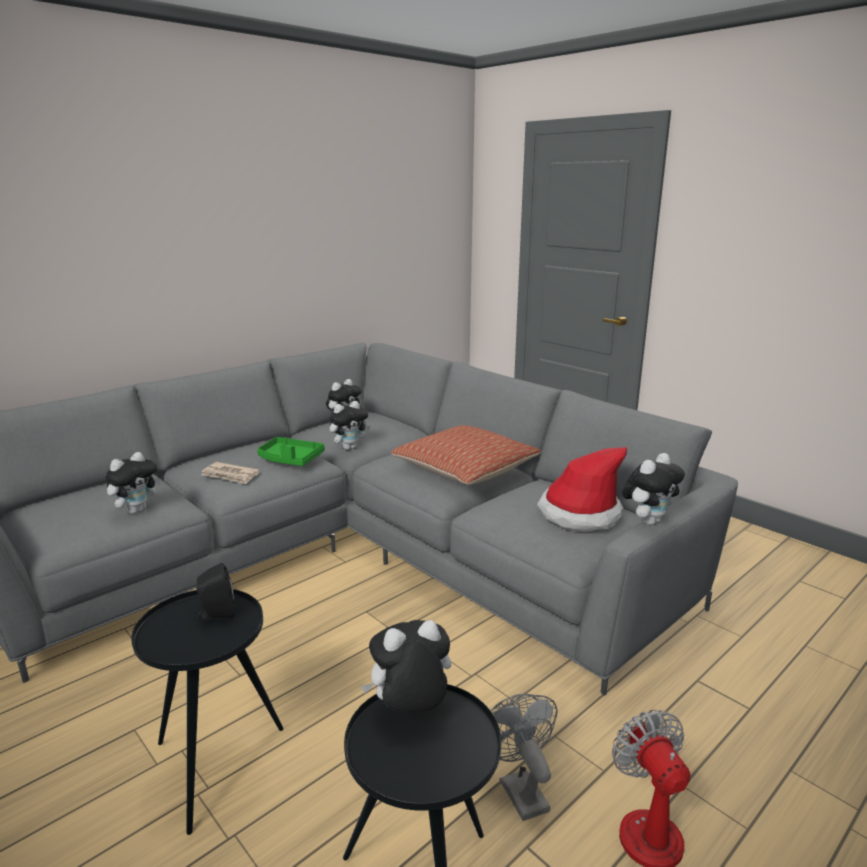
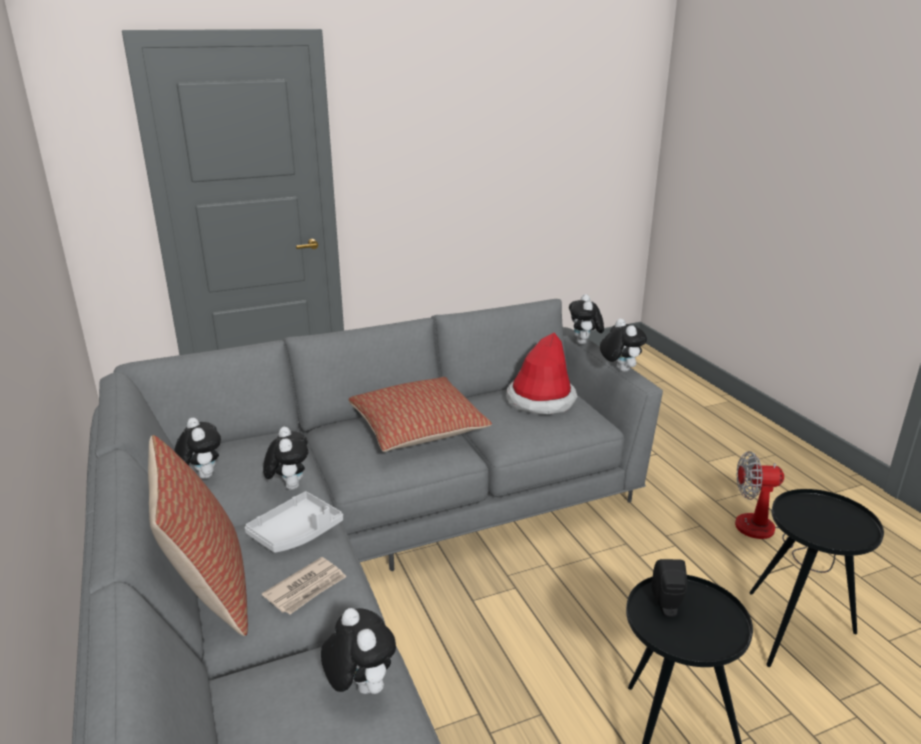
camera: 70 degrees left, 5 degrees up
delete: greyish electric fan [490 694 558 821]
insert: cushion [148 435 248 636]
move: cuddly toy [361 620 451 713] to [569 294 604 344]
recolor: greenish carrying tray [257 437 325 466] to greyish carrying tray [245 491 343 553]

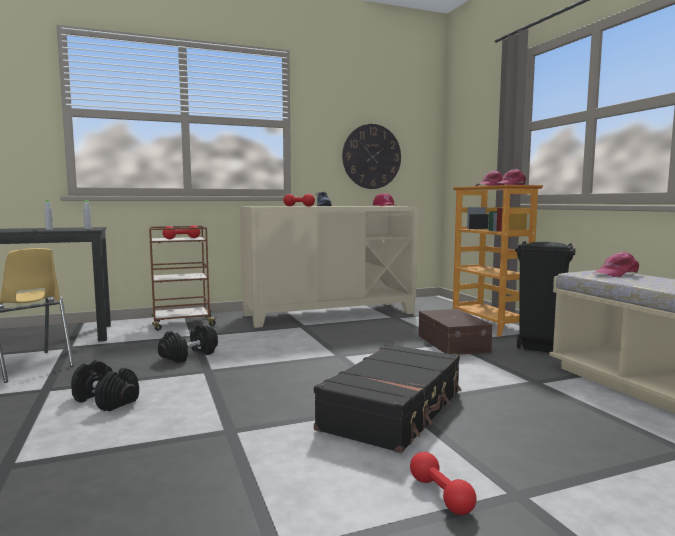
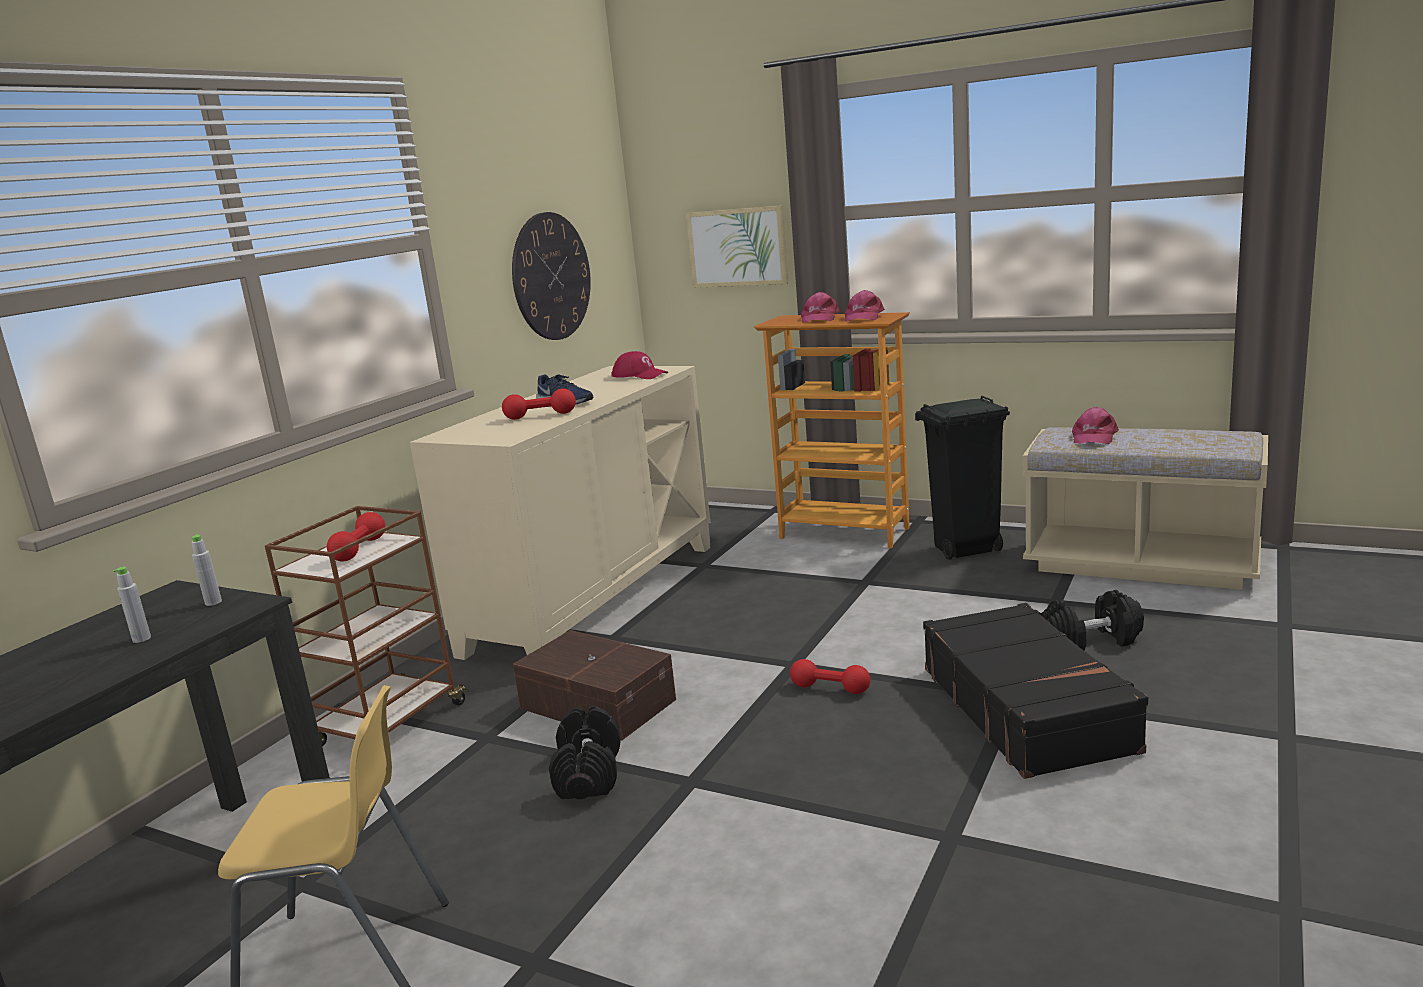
camera: 40 degrees left, 10 degrees up
insert: wall picture [686 205 789 288]
move: brown-coloured storage bin [418 309 493 355] to [513 630 676 741]; black dumbbell [71 360 139 411] to [1041 590 1144 651]; red dumbbell [410 452 476 515] to [790 659 870 694]

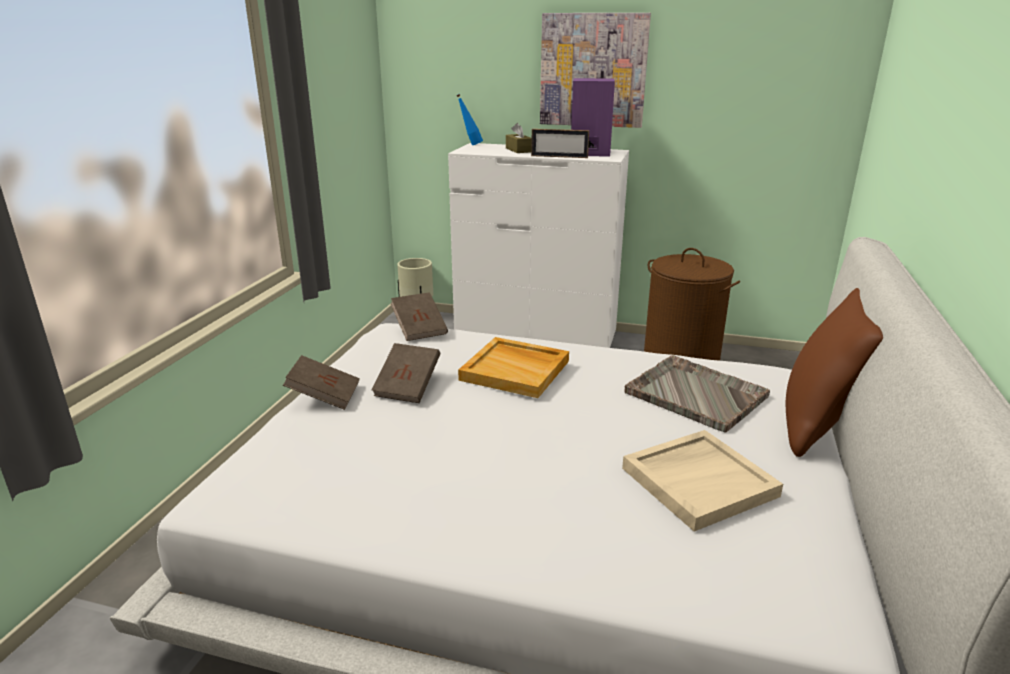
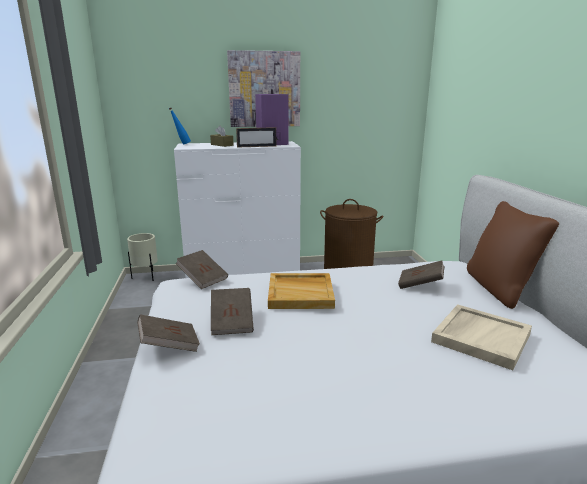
camera: 25 degrees left, 5 degrees down
replace: greyish carrying tray [625 355 770 432] to brown-coloured book [398 260 445 289]

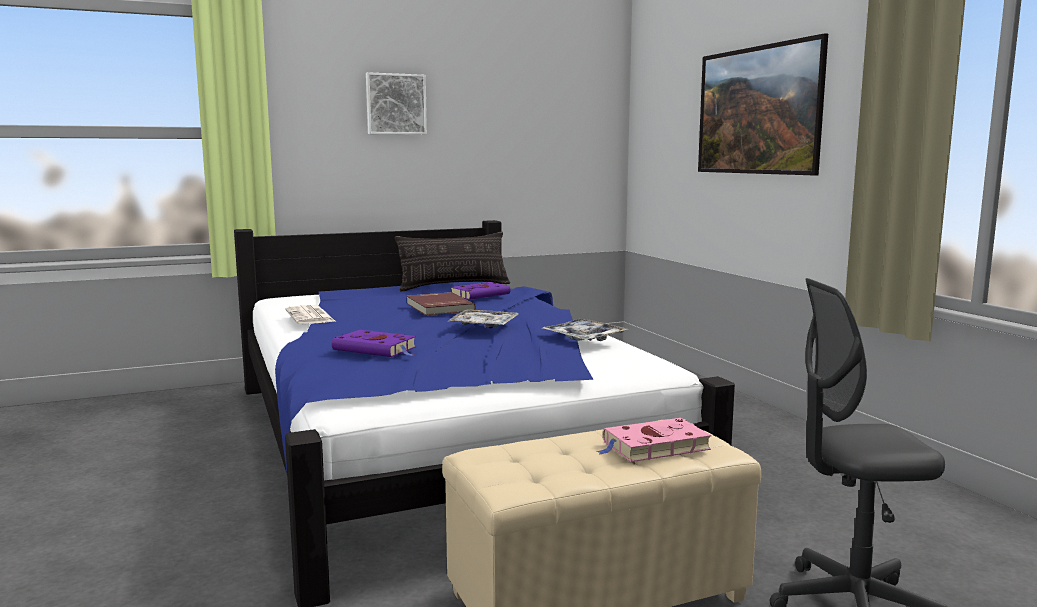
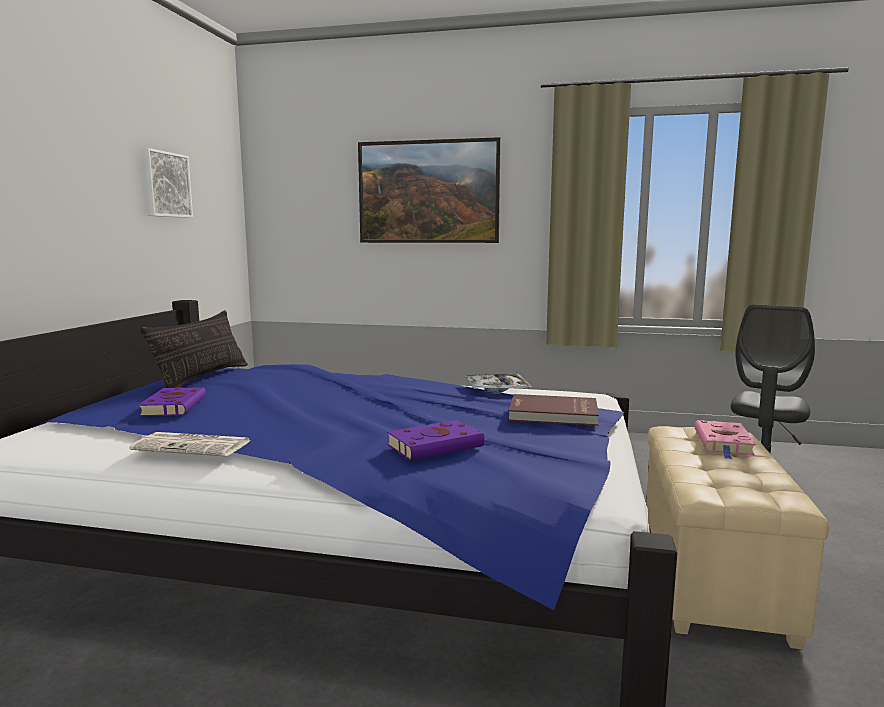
camera: 55 degrees left, 0 degrees up
delete: carrying tray [447 309 519 328]
move: wall picture [366 72 427 135] to [141 148 193 218]; purple book [450 282 510 300] to [138 387 206 416]; red book [407 292 476 315] to [508 394 599 426]

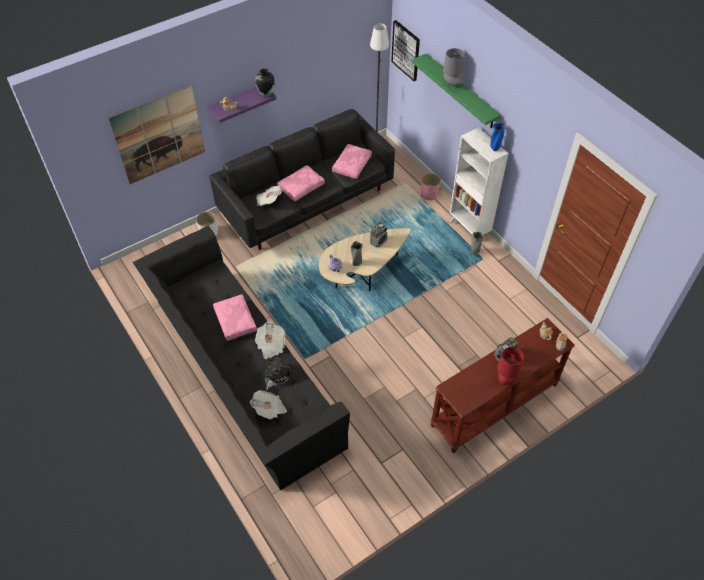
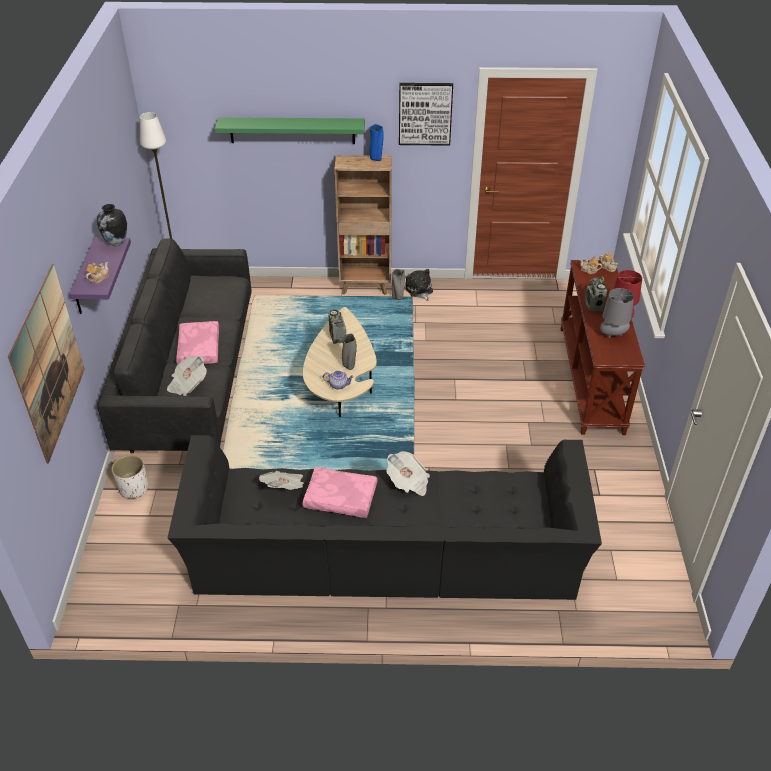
camera: 55 degrees left, 10 degrees down
delete: pink cushion [332 144 372 179]; pink planter [420 173 441 200]
move: wall picture [391 20 420 81] to [399 83 453 146]; greyish table lamp [443 48 464 88] to [600 288 634 338]; cuddly toy [263 357 292 390] to [405 269 433 301]; newspaper [250 390 287 420] to [259 471 304 490]
recolor: whitish bookcase [450 127 509 241] to brown-coloured bookcase [334 155 392 295]

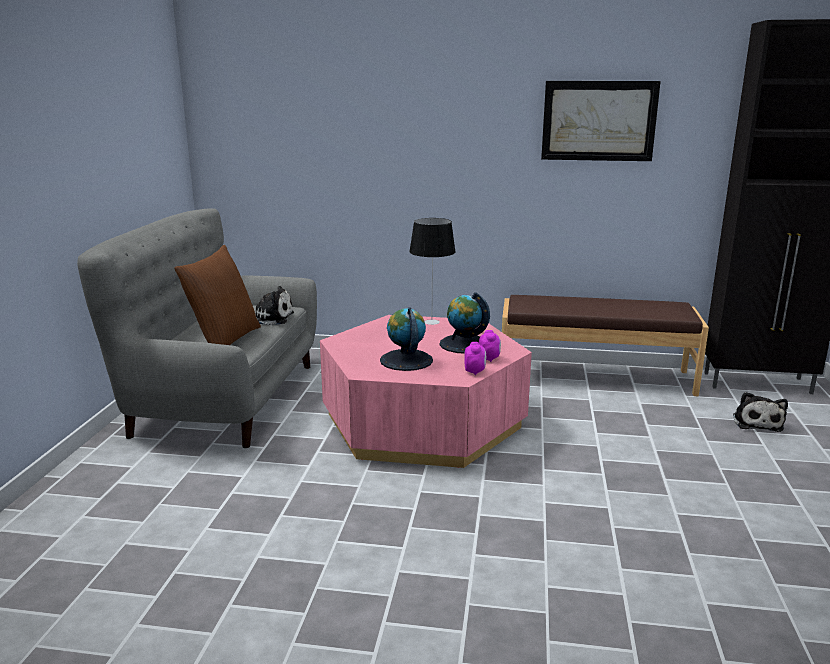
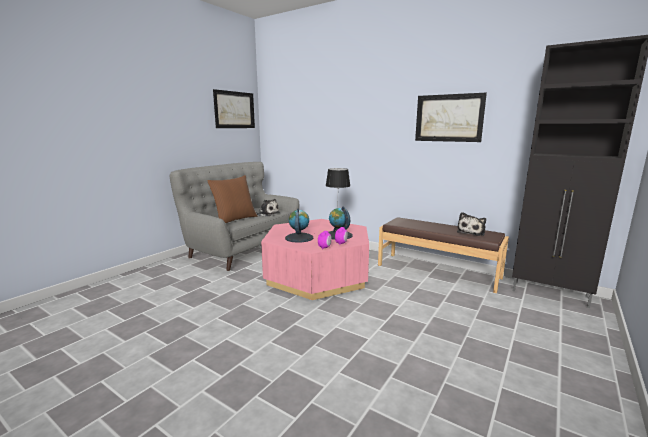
camera: 25 degrees right, 5 degrees down
insert: wall picture [213 89 255 128]
move: cuddly toy [733 392 788 432] to [457 212 486 236]

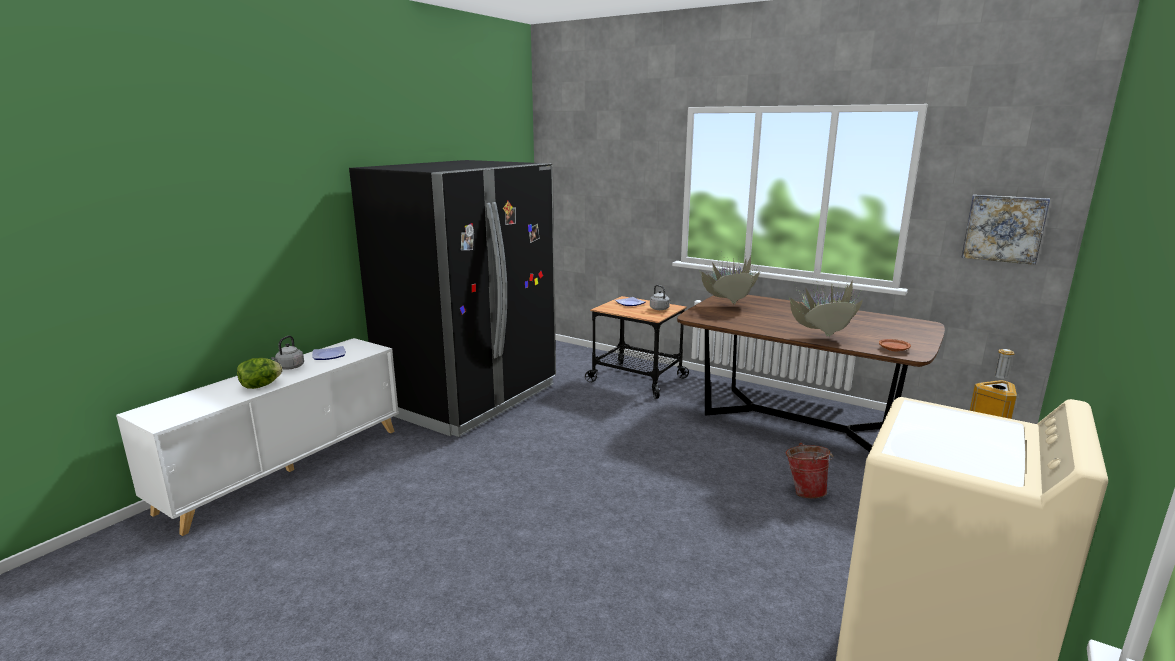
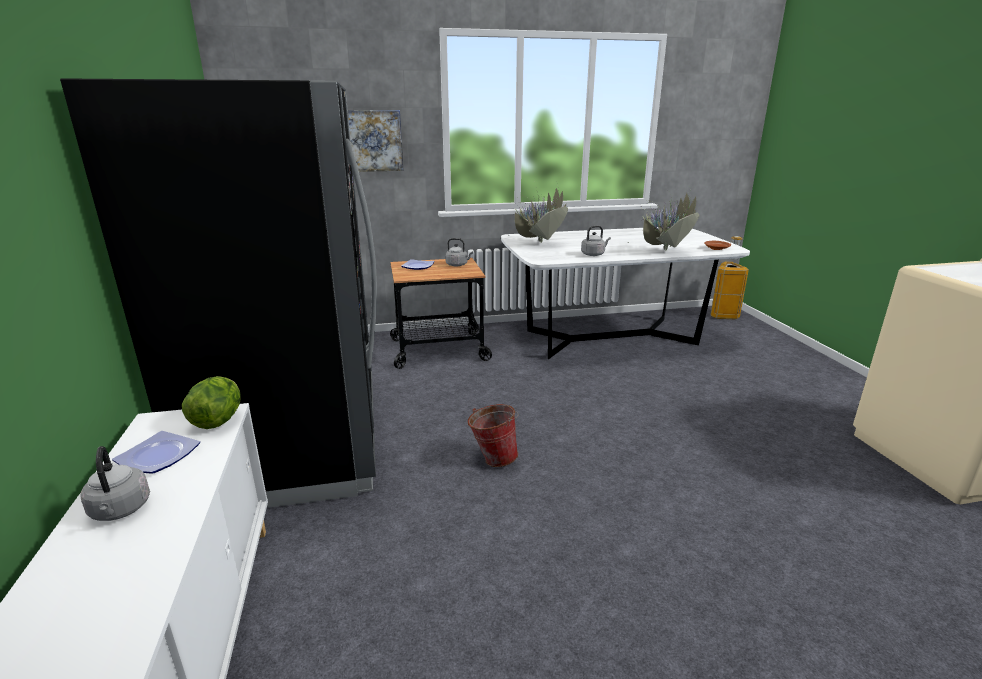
camera: 45 degrees left, 5 degrees up
insert: greyish water kettle [581 225 611 256]
move: wall picture [961 195 1050 265] to [348 110 404 172]; head of lettuce [237 358 283 389] to [182 376 240 429]; bucket [786 443 834 498] to [468 404 519 467]
recolor: brown-coloured dinner table [677 295 945 452] to whitish dinner table [501 227 750 359]

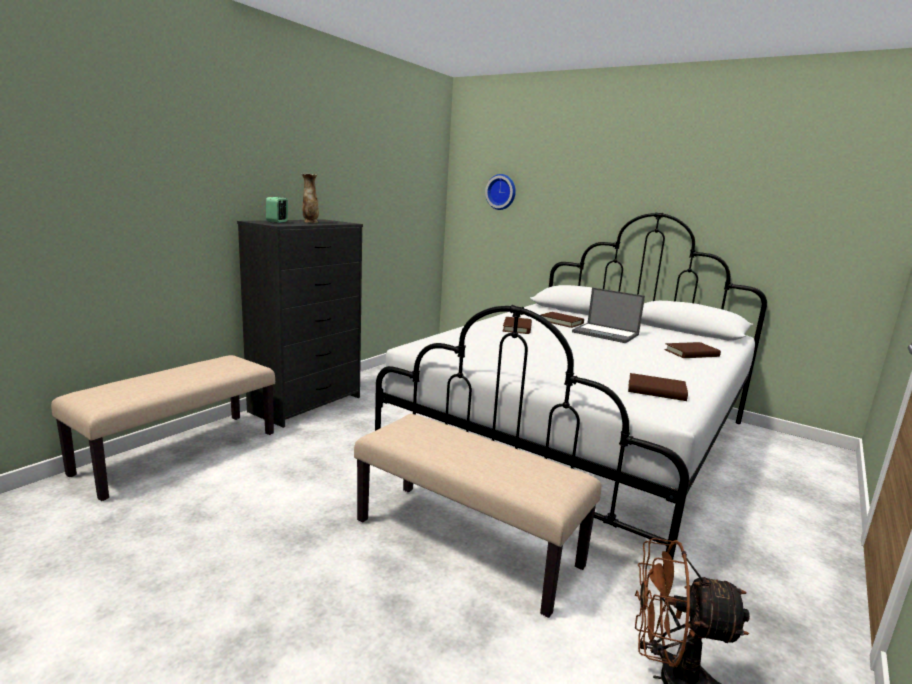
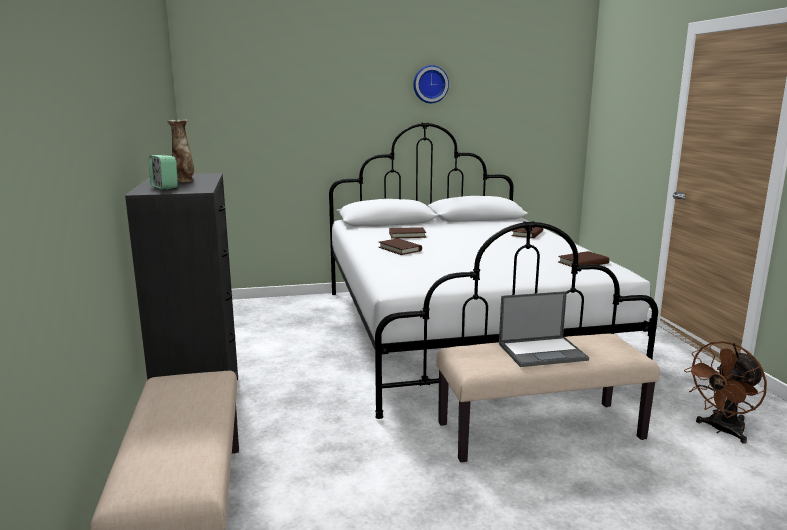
camera: 45 degrees left, 0 degrees up
move: wall clock [485 174 516 210] to [413 65 449 103]; laptop [572 287 645 343] to [499 291 589 367]

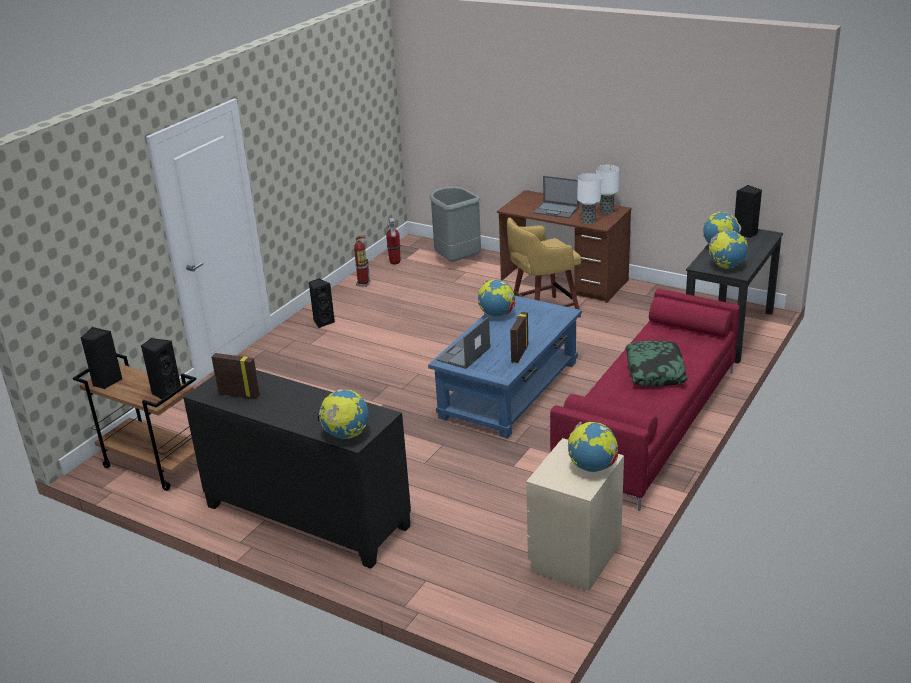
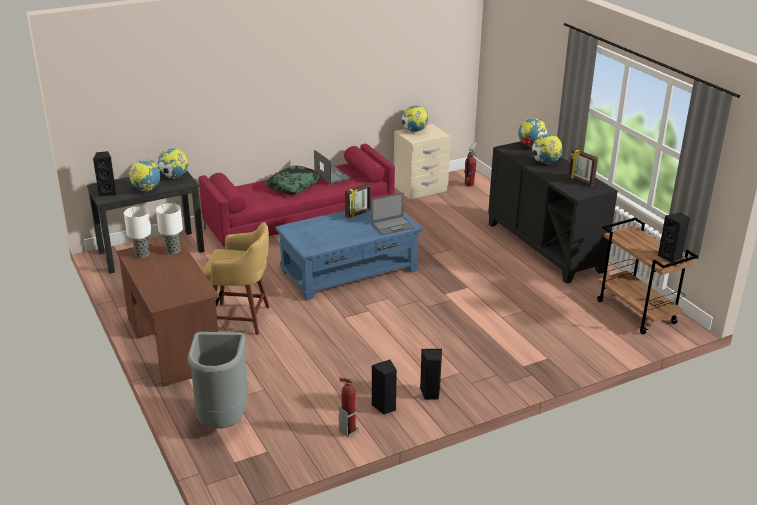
camera: 150 degrees left, 0 degrees up
move: laptop [533 176 579 218] to [314 150 351 184]; extinguisher [386 218 401 264] to [464 142 477 187]; world globe [478 279 515 317] to [532 134 563 164]; black audio speaker [141 338 181 399] to [372 360 397 415]

